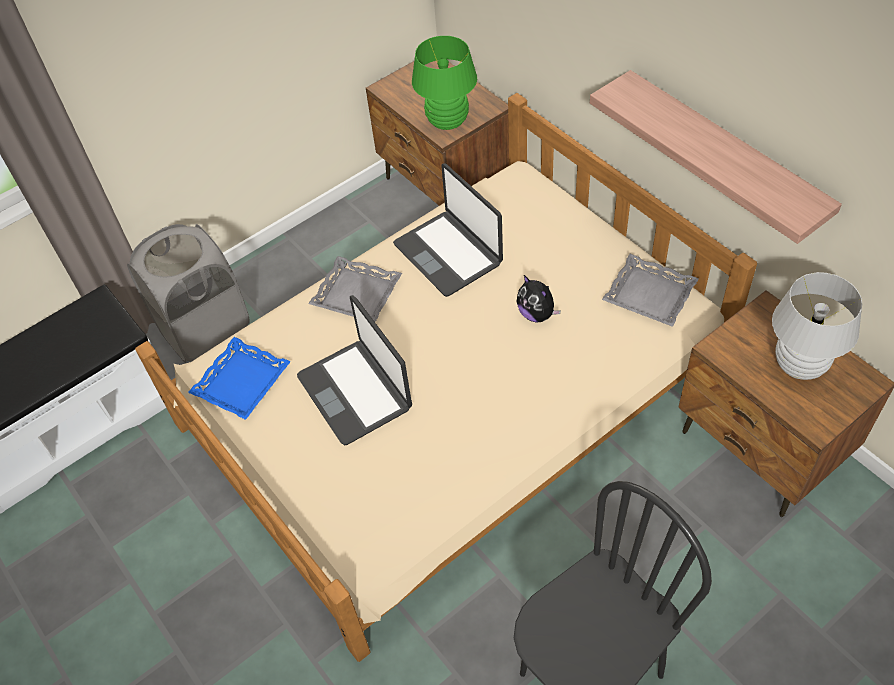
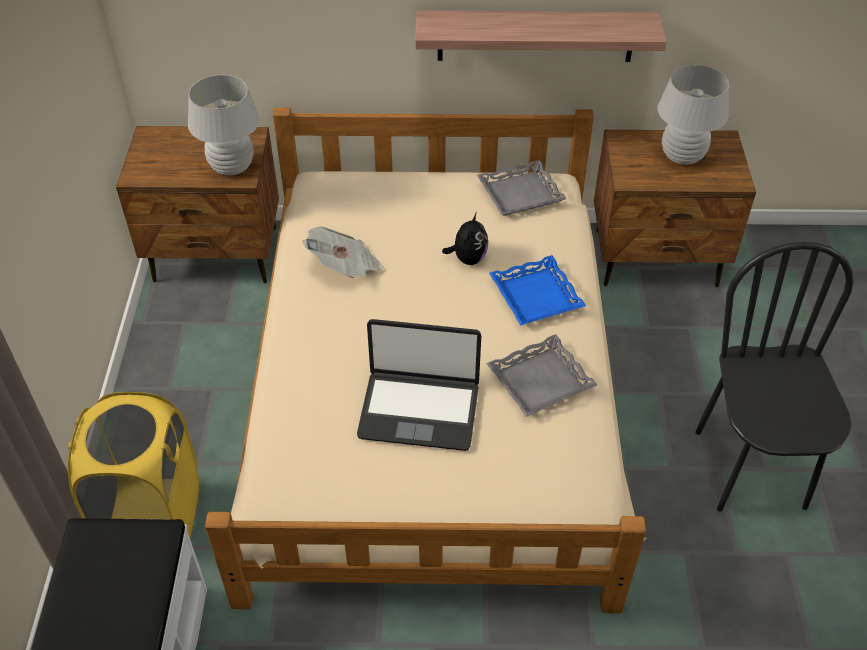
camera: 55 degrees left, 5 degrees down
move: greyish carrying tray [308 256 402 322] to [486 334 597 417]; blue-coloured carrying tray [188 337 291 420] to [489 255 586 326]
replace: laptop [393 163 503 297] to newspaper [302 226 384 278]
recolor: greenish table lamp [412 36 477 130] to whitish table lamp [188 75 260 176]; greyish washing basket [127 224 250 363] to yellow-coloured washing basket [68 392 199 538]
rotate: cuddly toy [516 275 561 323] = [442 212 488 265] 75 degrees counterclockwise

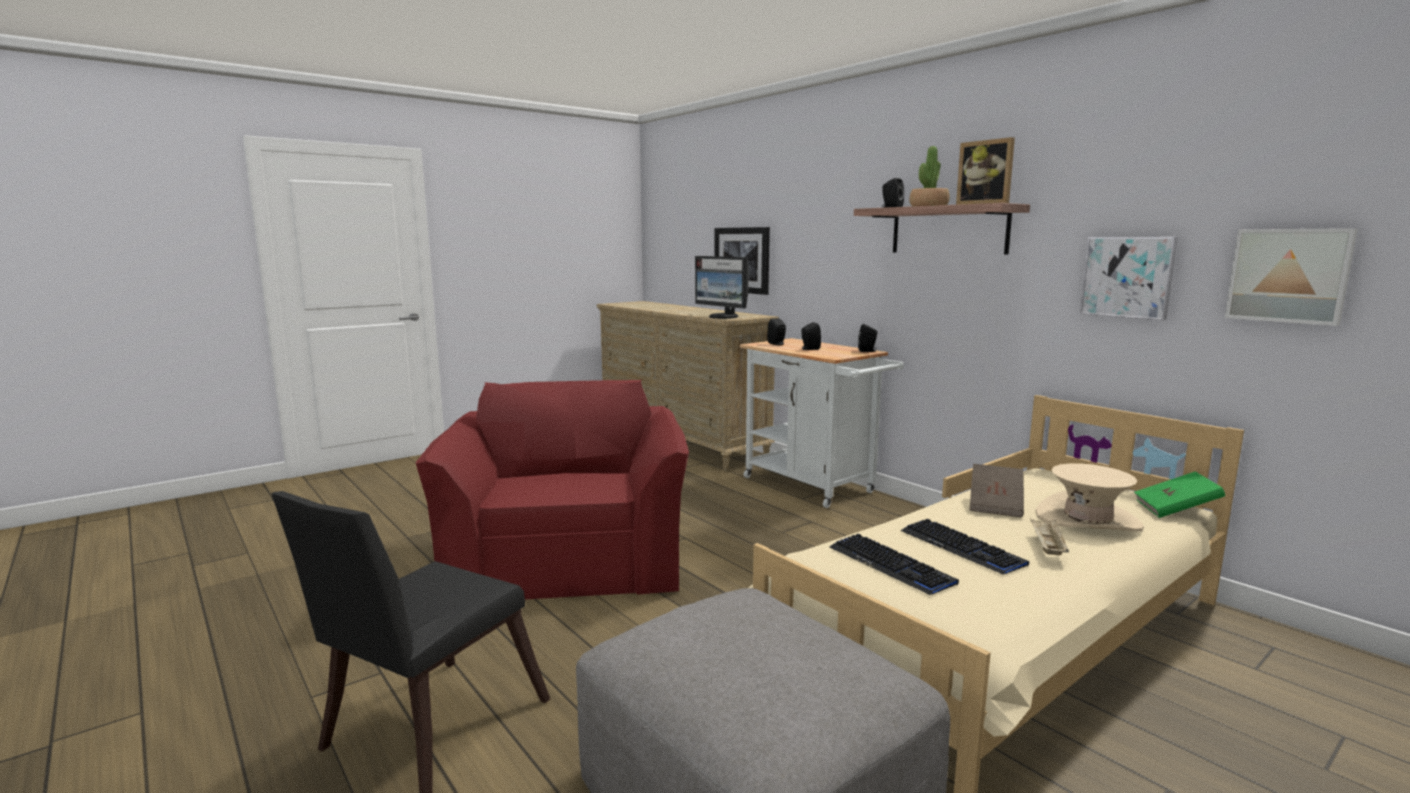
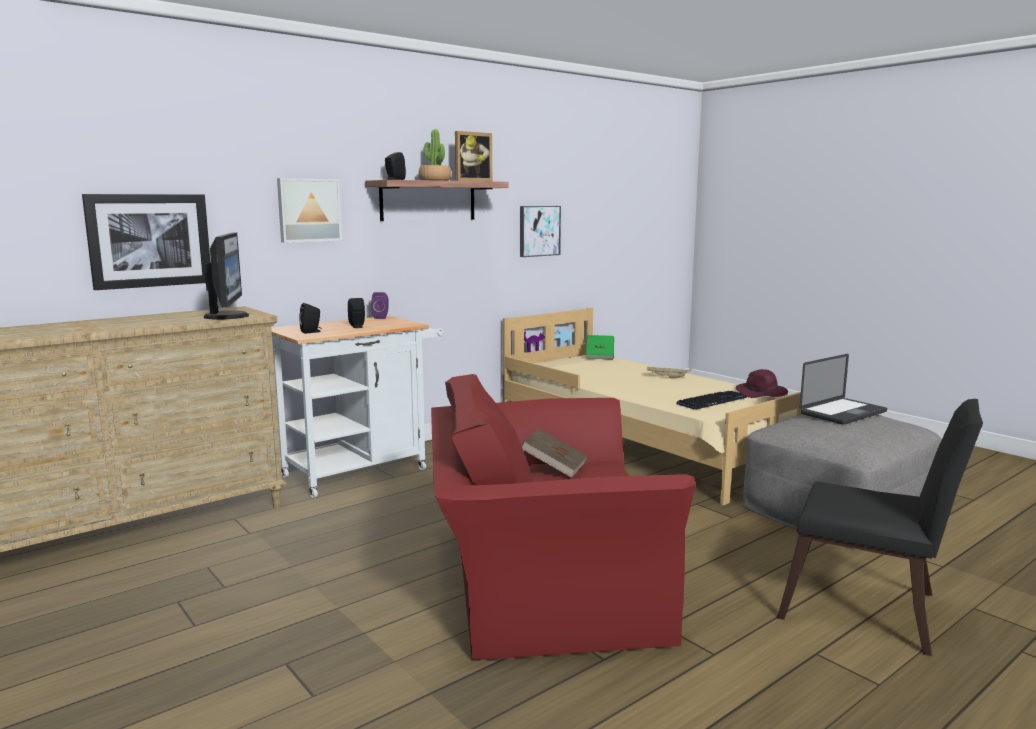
camera: 90 degrees left, 0 degrees up
delete: beige hat [1036 463 1144 531]; keyboard [901 519 1029 574]
insert: laptop [800 354 887 425]; purple hat [736 369 788 398]
move: wall picture [1225 228 1358 326] to [277 178 342 243]; brown-coloured book [970 464 1024 517] to [522 429 588 478]
recolor: black audio speaker [858 324 877 352] to purple audio speaker [372 292 389 319]
rotate: computer display [695 256 749 319] = [204 233 249 320] 60 degrees counterclockwise

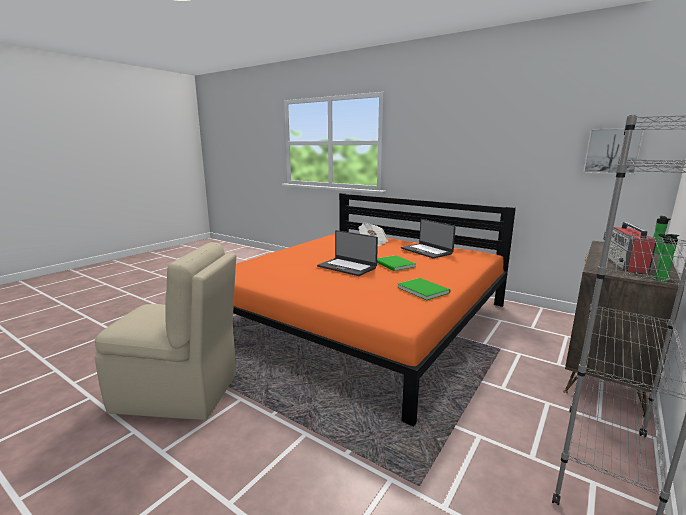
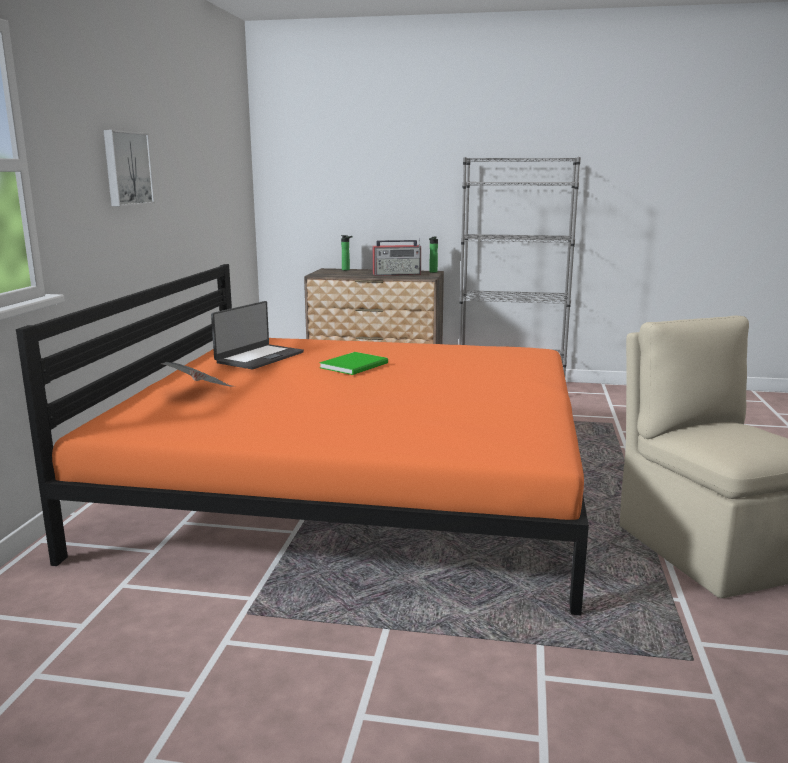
camera: 115 degrees left, 0 degrees up
delete: laptop [317 230 378 276]; greenish book [397 278 450 300]
move: wall picture [583 128 644 175] to [103 130 155 206]

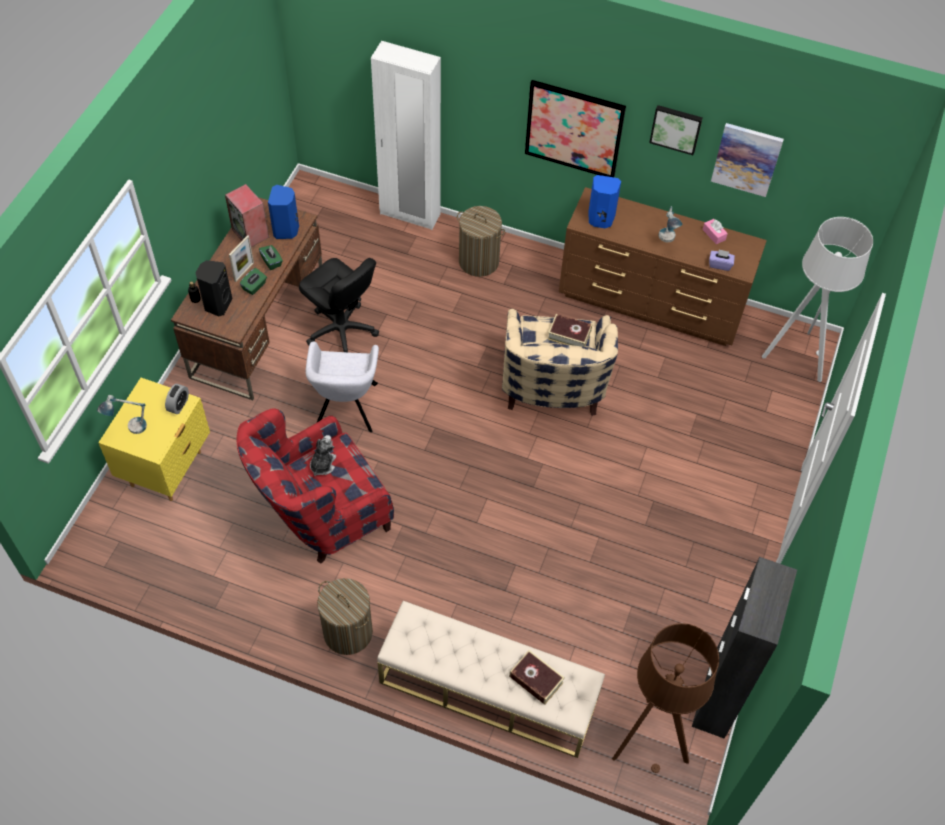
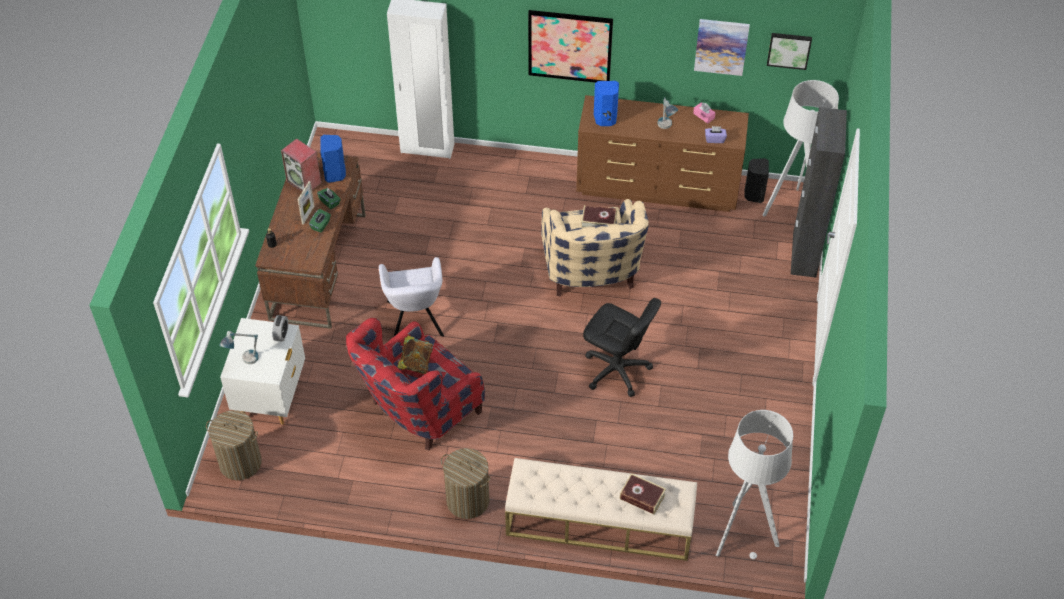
camera: 10 degrees left, 5 degrees down
move: wall picture [649 105 703 155] to [767 33 812 70]; washing basket [457 206 505 277] to [206 410 262 480]; black computer chair [299 258 379 352] to [583 298 661 397]; black audio speaker [196 260 232 316] to [745 158 769 203]; black storage cabinet [692 557 797 739] to [791 107 847 278]
replace: cuddly toy [310 435 336 476] to book [397 336 433 374]
recolor: yellow-coloured night table [98 378 210 501] to whitish night table [220 318 305 425]; brown-coloured standing lamp [612 623 719 773] to greyish standing lamp [716 410 793 559]

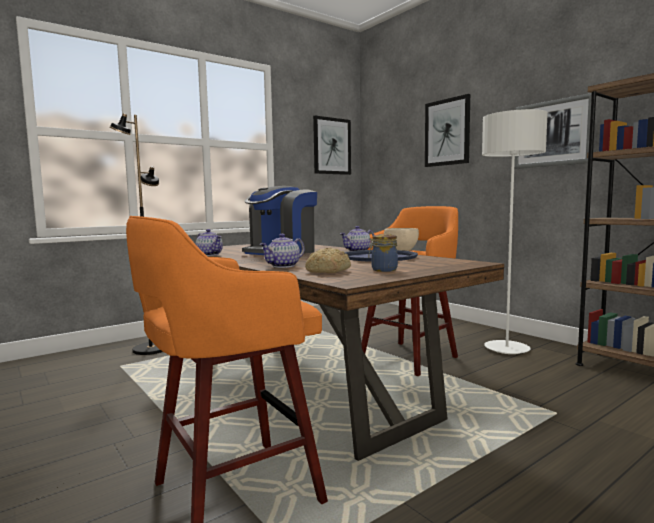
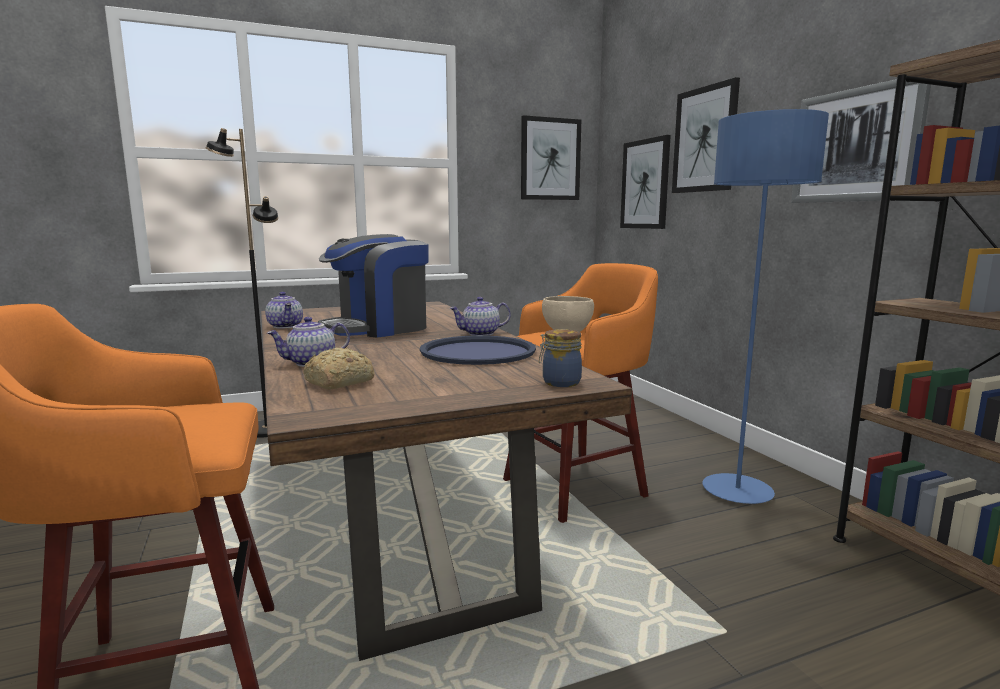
camera: 15 degrees right, 5 degrees up
insert: wall picture [620 135 671 229]
move: preserve jar [369 234 398 272] to [539 329 582 387]
recolor: whitish standing lamp [482 109 548 354] to blue-coloured standing lamp [703 109 829 504]

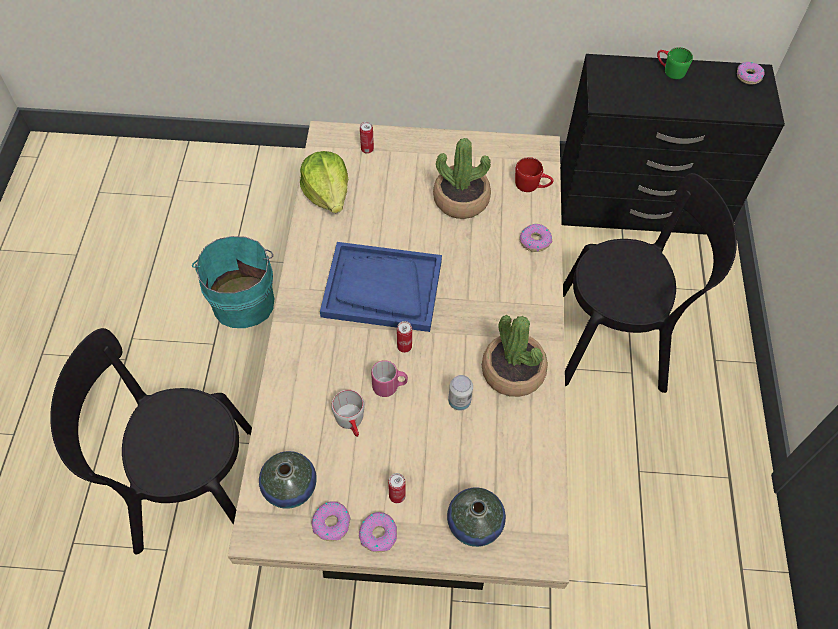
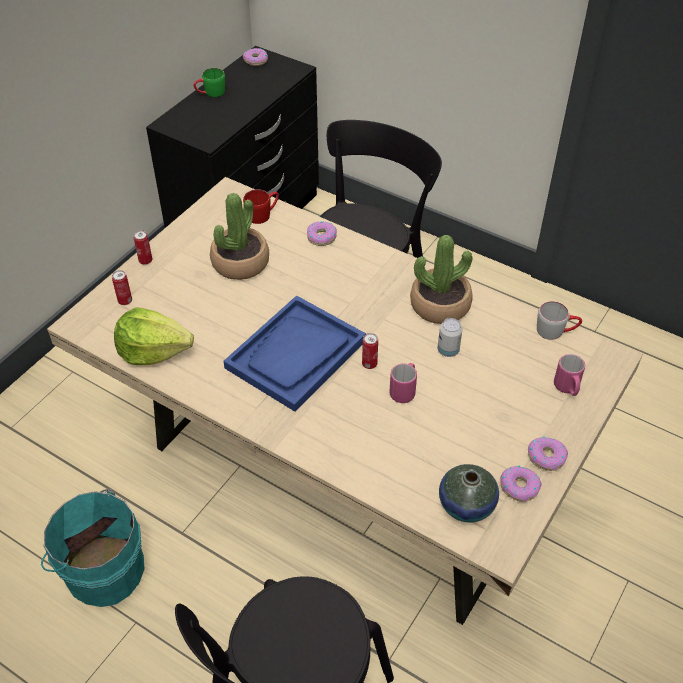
camera: 60 degrees left, 10 degrees down
move: greyish coffee mug [331 390 365 437] to [537 301 582 340]; sealed can [388 473 406 503] to [134 230 152 265]
replace: vase [447 487 506 547] to pink coffee mug [554 354 585 396]

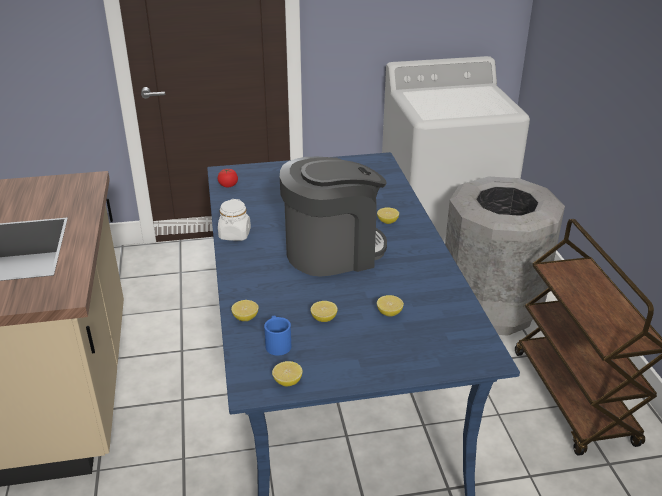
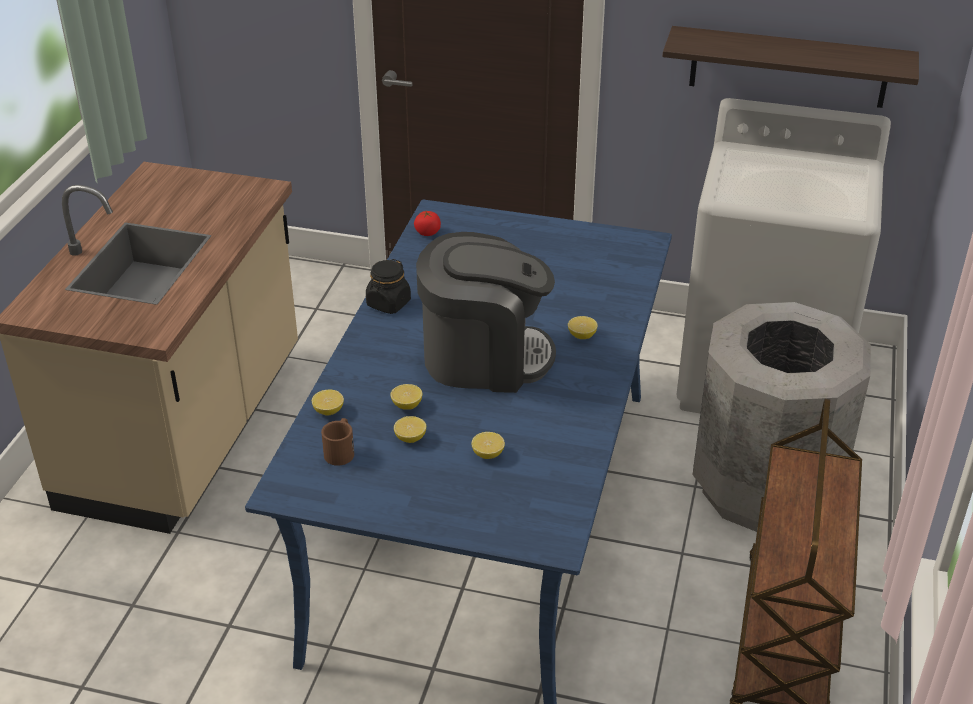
camera: 25 degrees right, 5 degrees up
insert: shelf [663 26 919 108]
move: whole lemon [272 361 302 387] to [390 384 422 410]
recolor: whitish preserve jar [218 199 251 241] to black preserve jar [366 259 411 314]; blue-coloured coffee mug [264 316 291 356] to brown-coloured coffee mug [321 418 354 466]

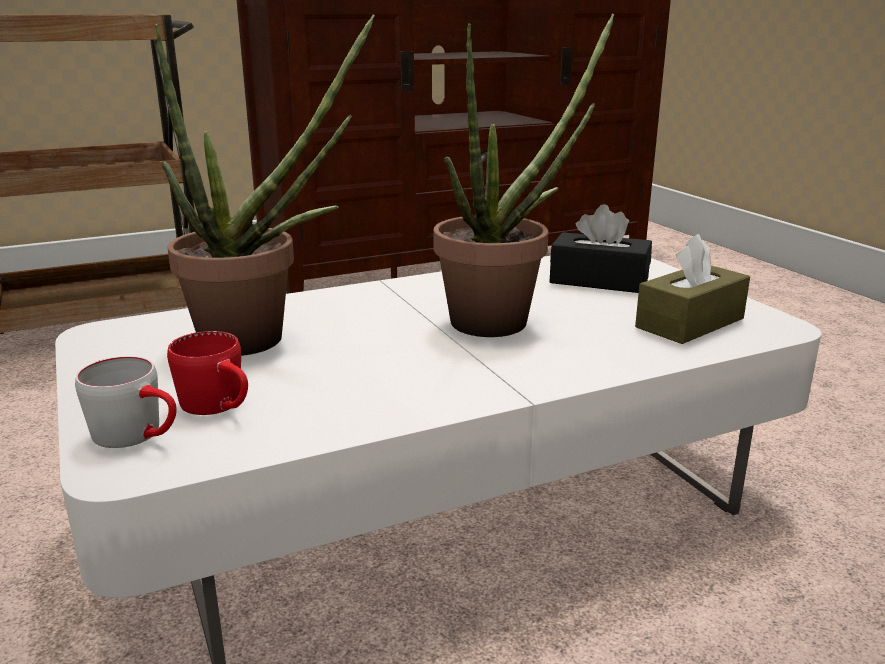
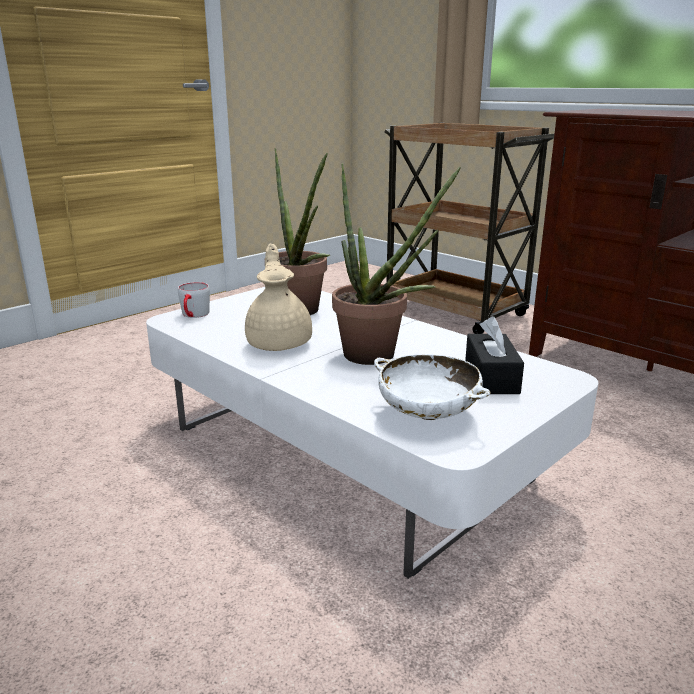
camera: 70 degrees right, 0 degrees up
delete: red coffee mug [167 331 248 415]
insert: beige tea pot [245 244 312 351]
replace: brown-coloured box of tissues [635 234 750 344] to whitish deep dish [374 354 491 420]

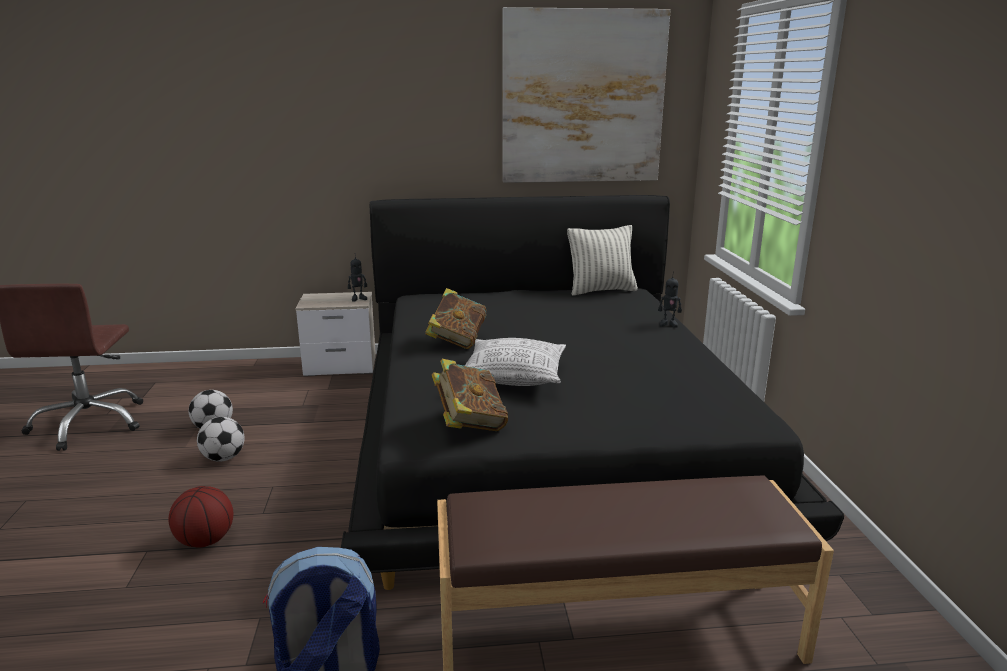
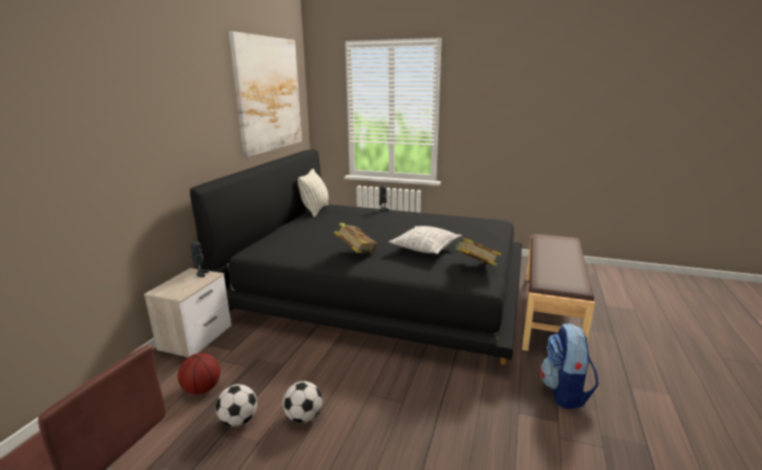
camera: 65 degrees left, 0 degrees up
move: basketball ball [169 486 233 548] to [178 353 220 394]

